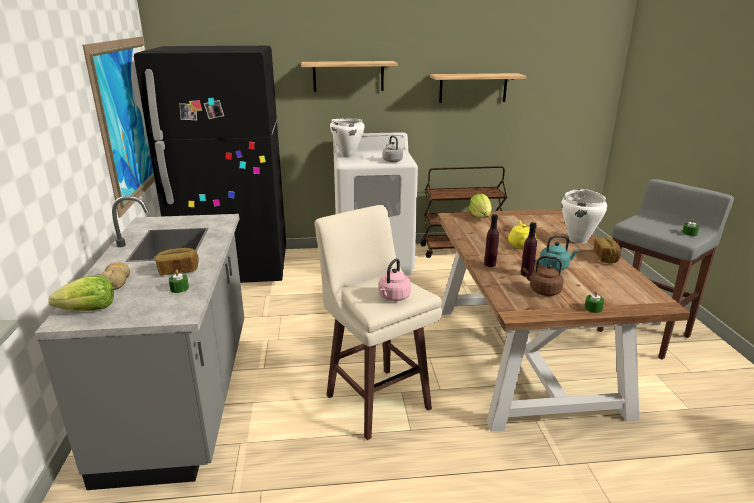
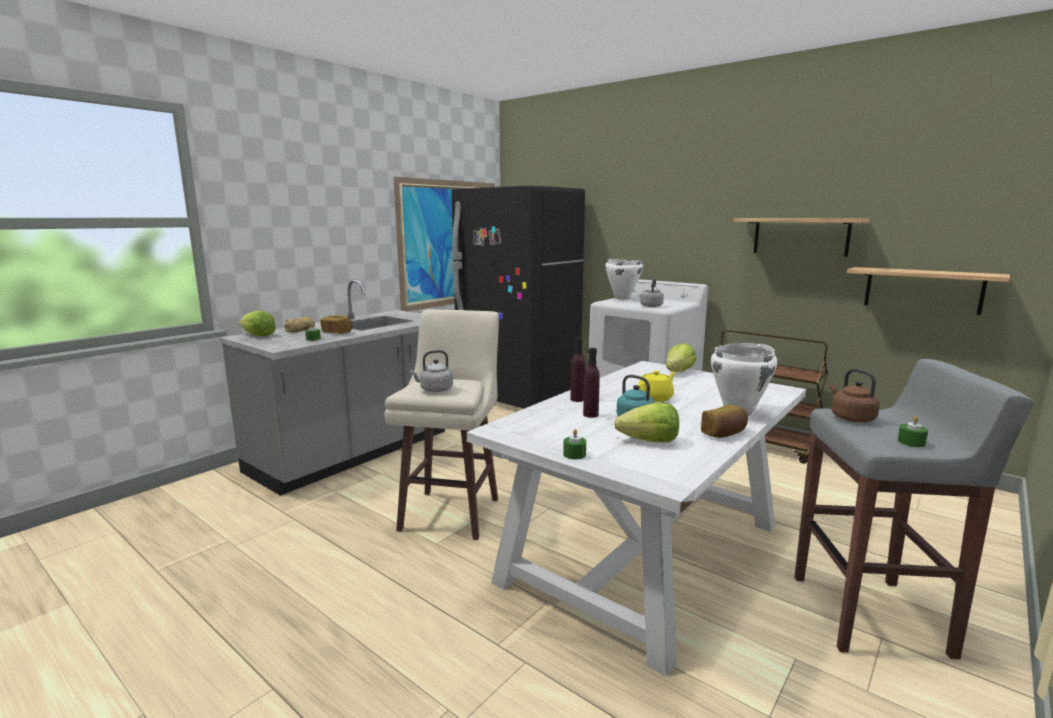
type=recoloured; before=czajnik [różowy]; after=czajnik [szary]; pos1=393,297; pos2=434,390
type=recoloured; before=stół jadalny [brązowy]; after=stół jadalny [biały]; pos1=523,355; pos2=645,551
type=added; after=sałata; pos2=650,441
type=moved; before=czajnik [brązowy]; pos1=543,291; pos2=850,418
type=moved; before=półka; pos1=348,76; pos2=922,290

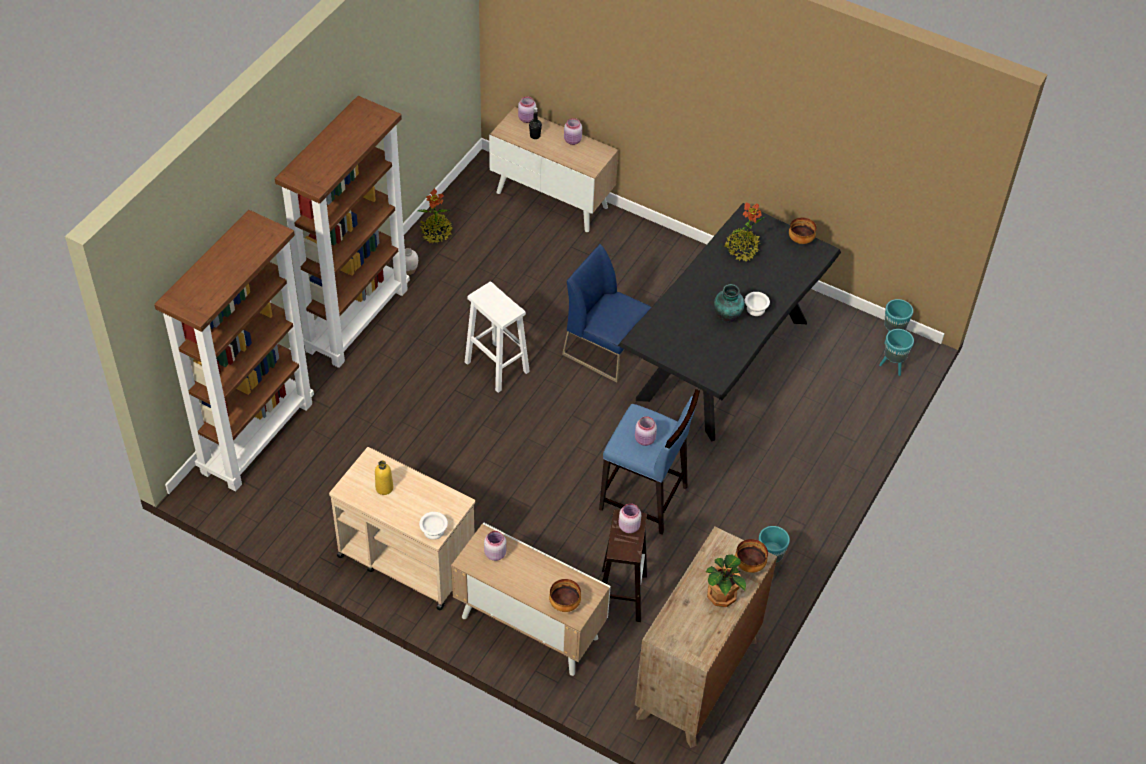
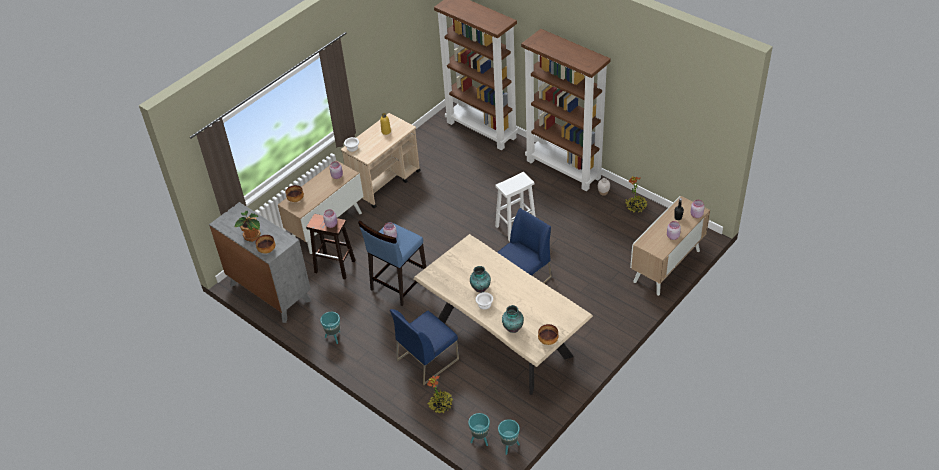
type=recoloured; before=komoda [brązowy]; after=komoda [szary]; pos1=697,678; pos2=270,292
type=added; after=krzesło [niebieski]; pos2=427,359
type=recoloured; before=stół jadalny [czarny]; after=stół jadalny [beżowy]; pos1=722,360; pos2=503,339
type=moved; before=roślina doniczkowa; pos1=741,250; pos2=440,404
type=added; after=wazon; pos2=512,328

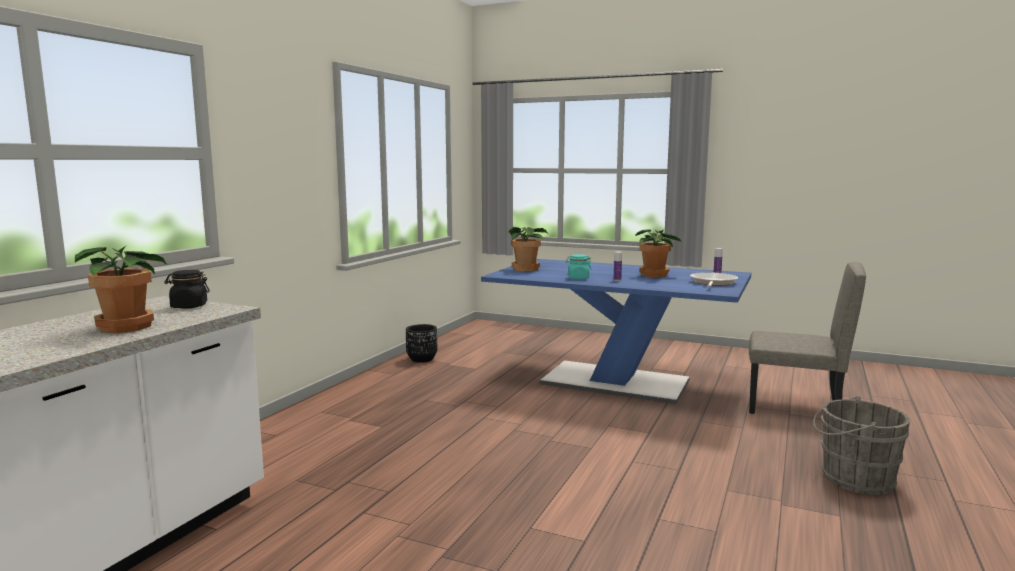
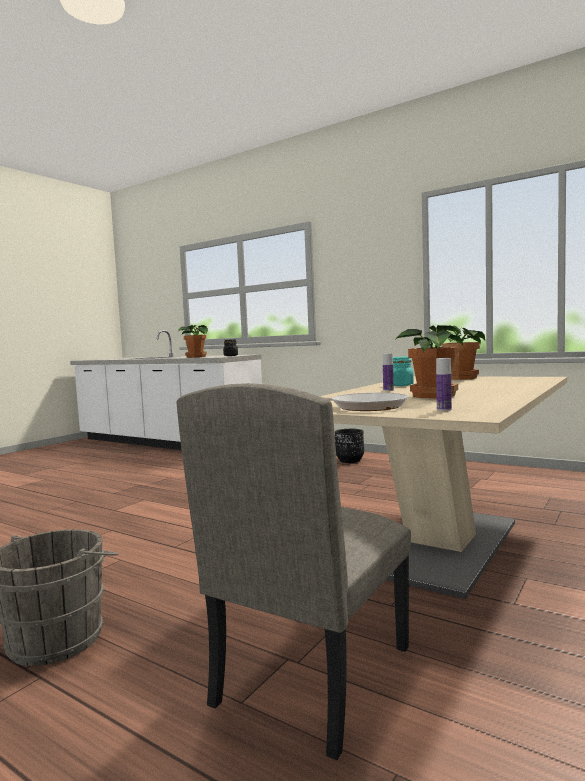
type=recoloured; before=stół jadalny [niebieski]; after=stół jadalny [beżowy]; pos1=615,382; pos2=440,545
type=moved; before=donica [czarny]; pos1=422,359; pos2=350,460

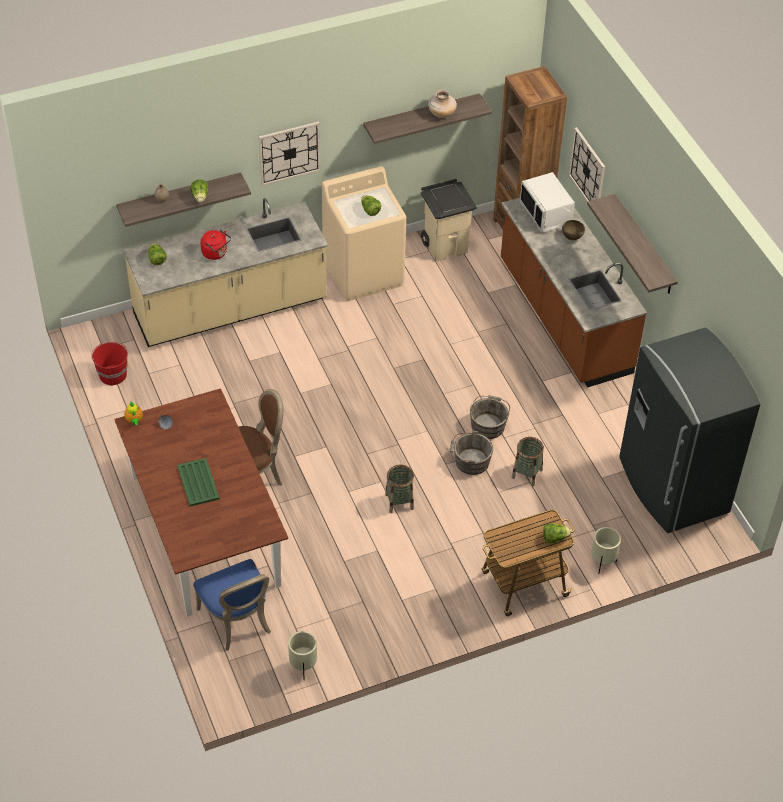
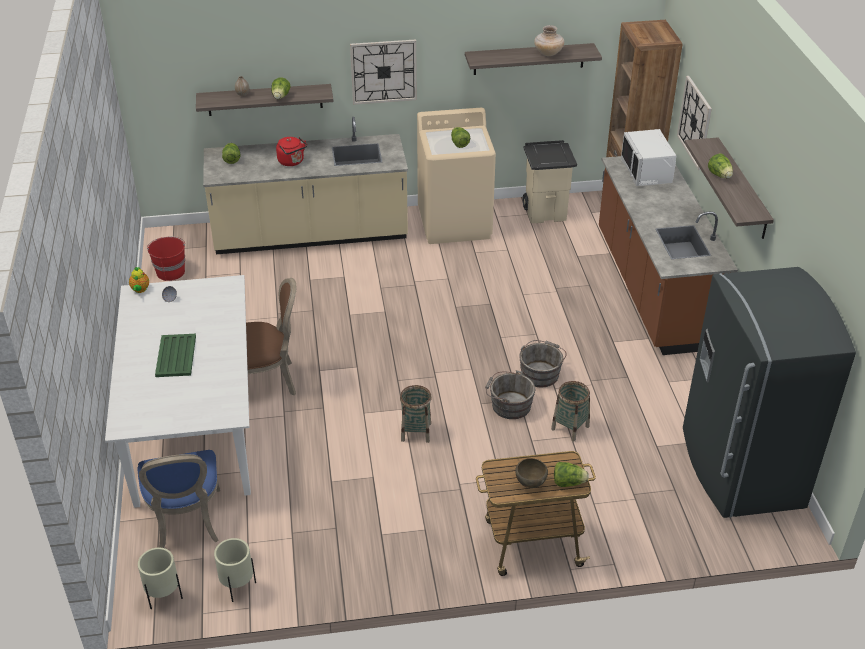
type=recoloured; before=stół jadalny [brązowy]; after=stół jadalny [biały]; pos1=204,530; pos2=193,424
type=moved; before=donica [beżowy]; pos1=602,563; pos2=164,597
type=moved; before=miska [brązowy]; pos1=572,238; pos2=530,484
type=added; after=sałata; pos2=720,175

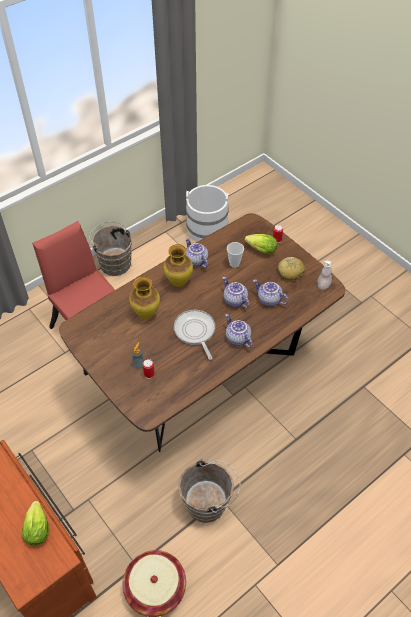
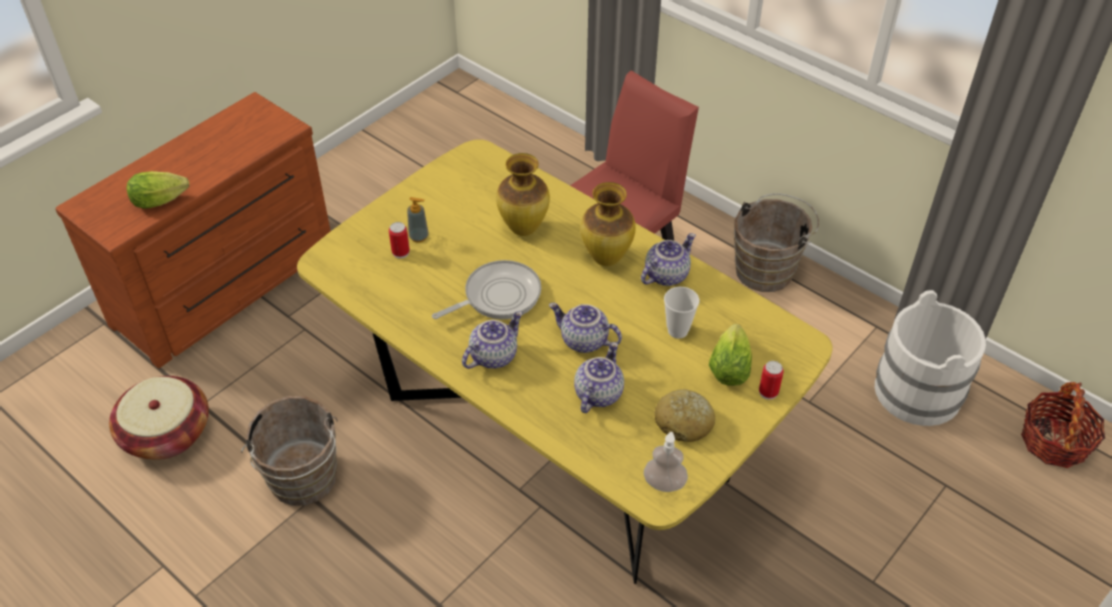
type=recoloured; before=stół jadalny [brązowy]; after=stół jadalny [żółty]; pos1=205,375; pos2=554,440
type=turned; before=imbryk; pos1=234,300; pos2=583,341; turn=-105
type=added; after=koszyk; pos2=1054,441

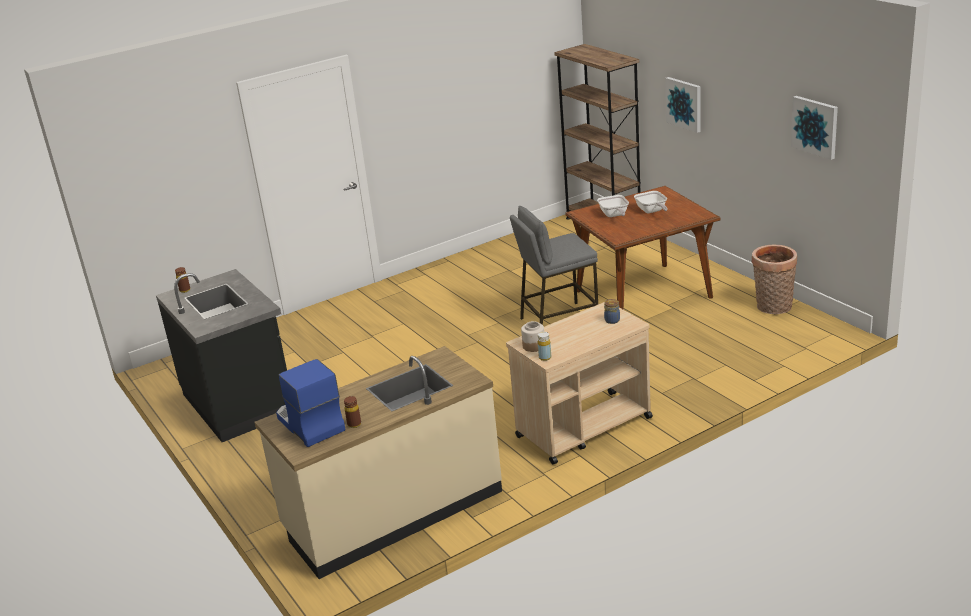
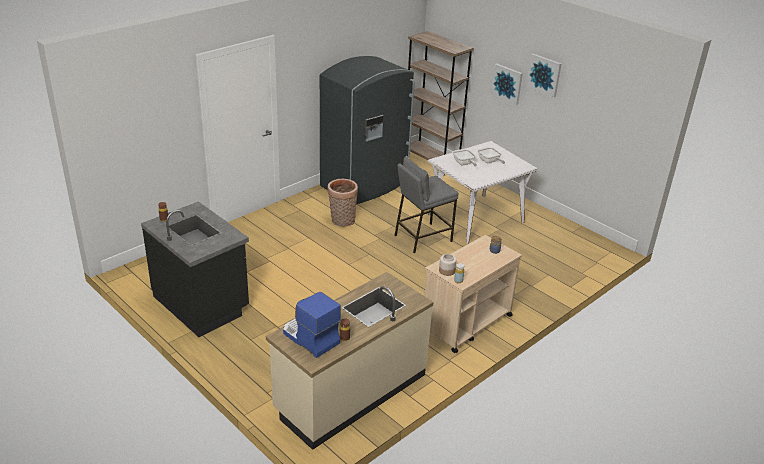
type=added; after=lodówka [szary]; pos2=364,185
type=moved; before=koszyk; pos1=772,308; pos2=342,221
type=recoloured; before=stół jadalny [brązowy]; after=stół jadalny [biały]; pos1=643,294; pos2=475,218
type=moved; before=obraz; pos1=815,126; pos2=544,74

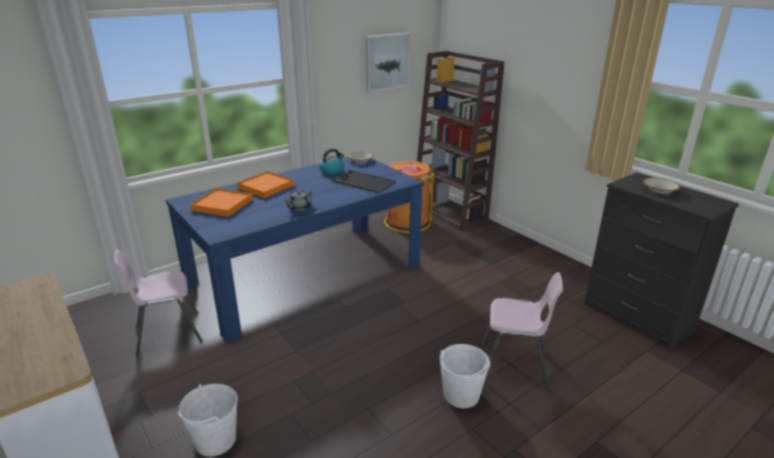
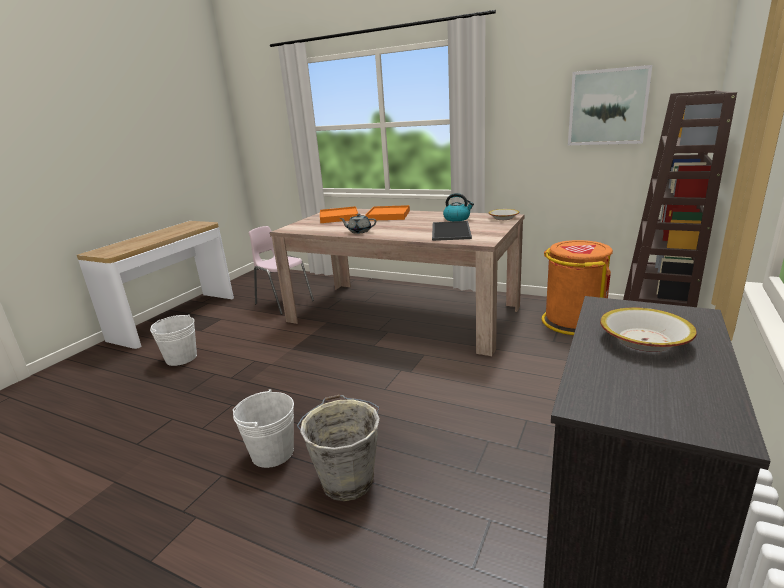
type=recoloured; before=stół jadalny [niebieski]; after=stół jadalny [beżowy]; pos1=306,275; pos2=402,314
type=replaced; before=krzesło [różowy]; after=wiadro [szary]; pos1=513,365; pos2=347,479

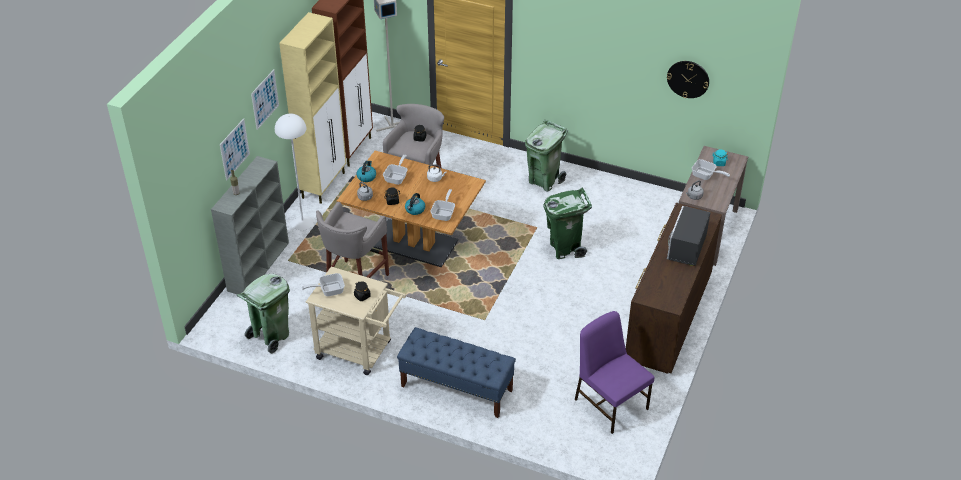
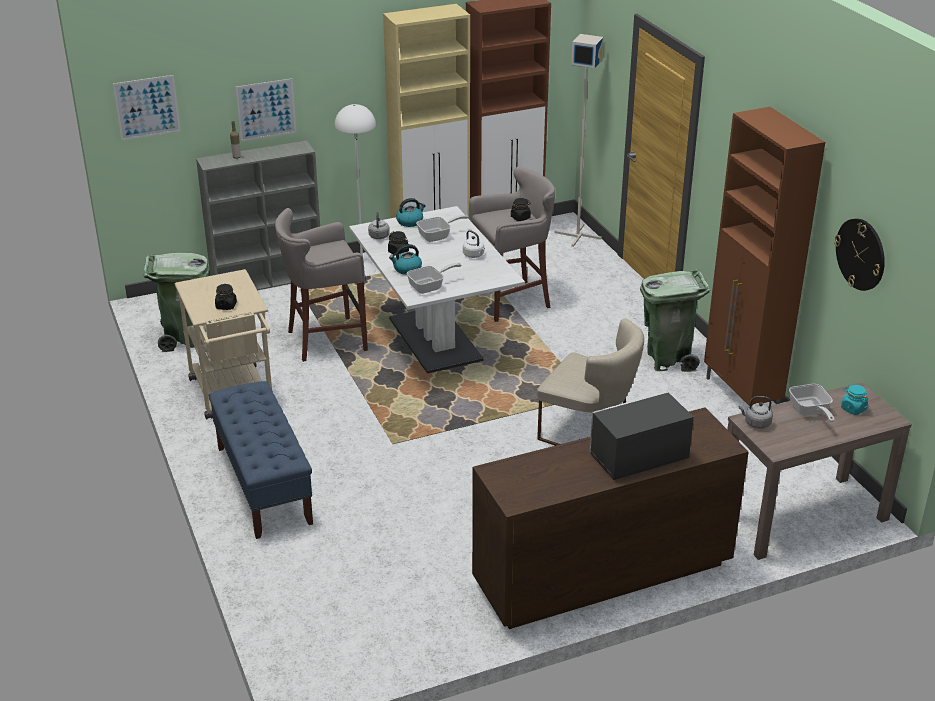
type=moved; before=obraz; pos1=265,99; pos2=147,107
type=recoloured; before=stół jadalny [brązowy]; after=stół jadalny [biały]; pos1=414,244; pos2=435,339
type=replaced; before=kosz na śmieci [zielony]; after=krzesło [beżowy]; pos1=565,248; pos2=589,432
type=added; after=szafka [brązowy]; pos2=741,396
type=removed; before=patelnia; pos1=328,290
type=removed; before=krzesło [fioletowy]; pos1=610,403

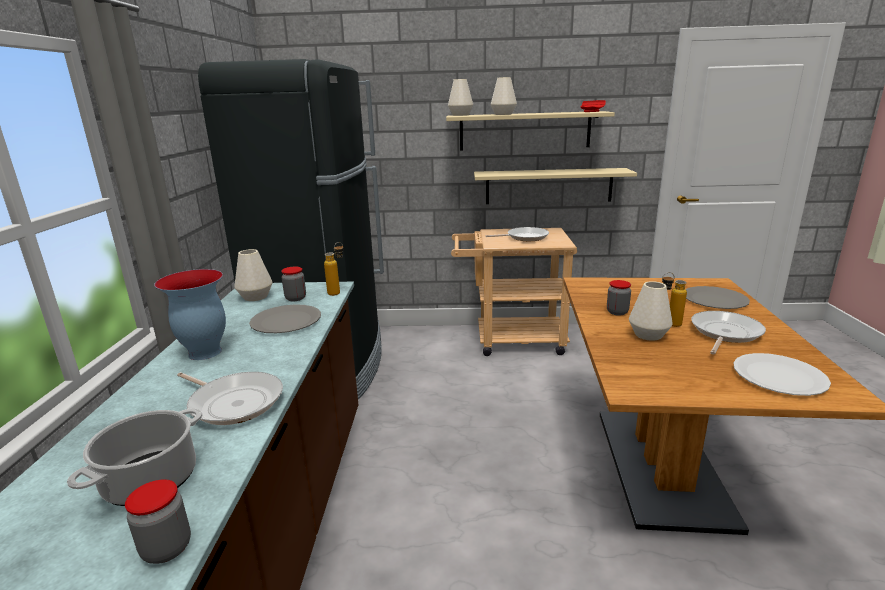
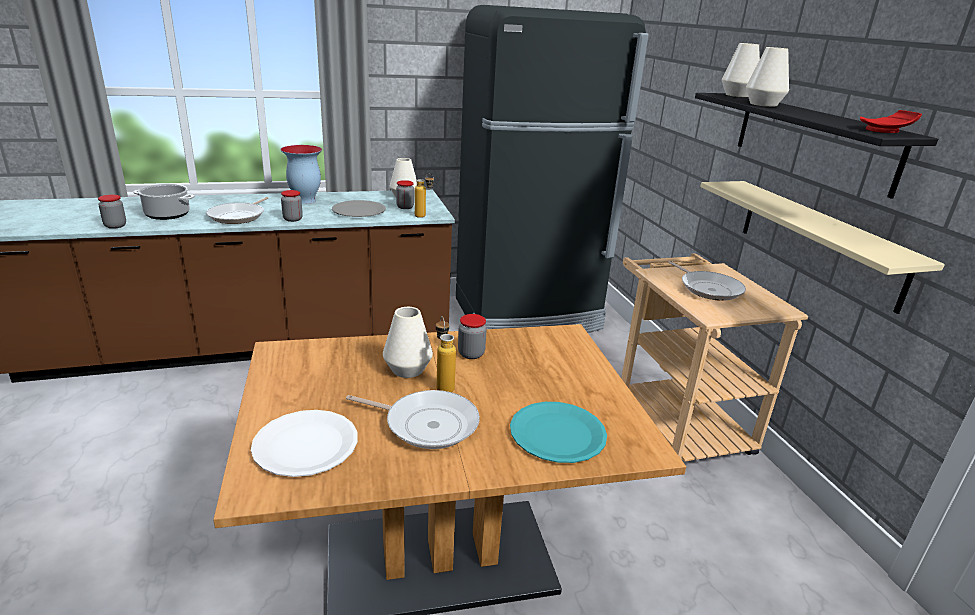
type=added; after=słoik; pos2=293,219
type=recoloured; before=talerz [szary]; after=talerz [turkusowy]; pos1=714,299; pos2=557,434
type=recoloured; before=półka [beżowy]; after=półka [czarny]; pos1=524,131; pos2=812,140

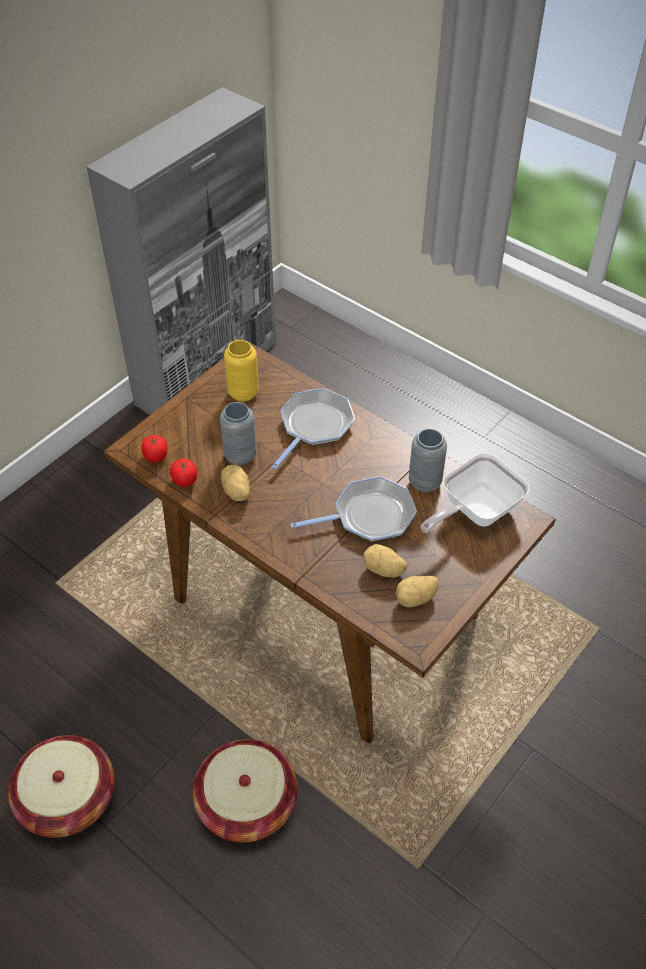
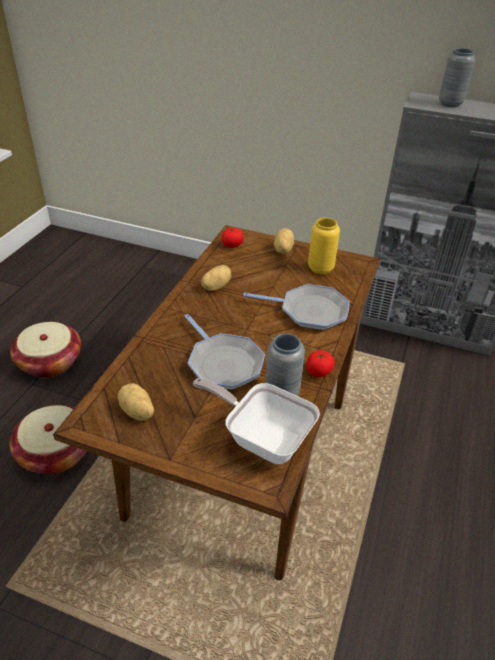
type=moved; before=ziemniak; pos1=383,570; pos2=282,250
type=moved; before=pomidor; pos1=185,480; pos2=318,372
type=moved; before=wazon [szary]; pos1=240,456; pos2=450,104

